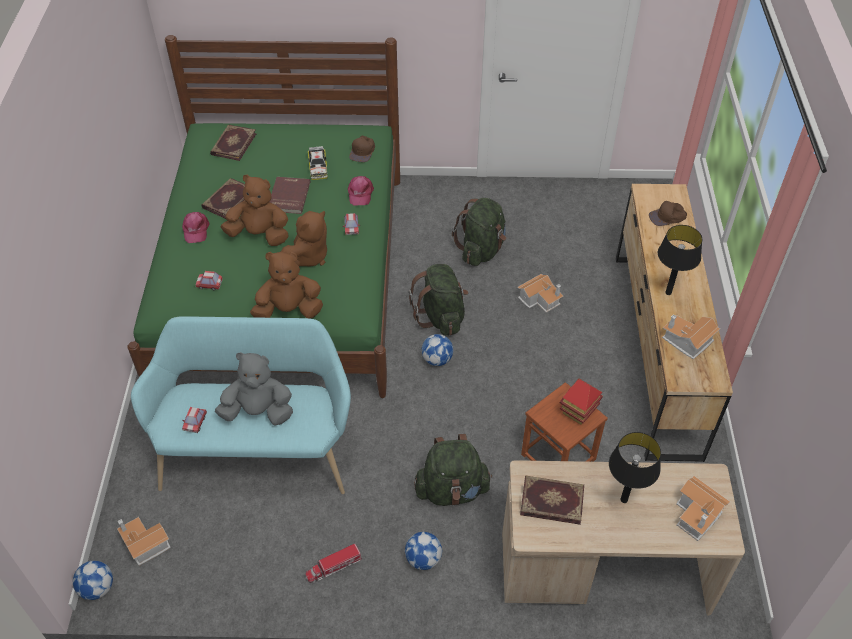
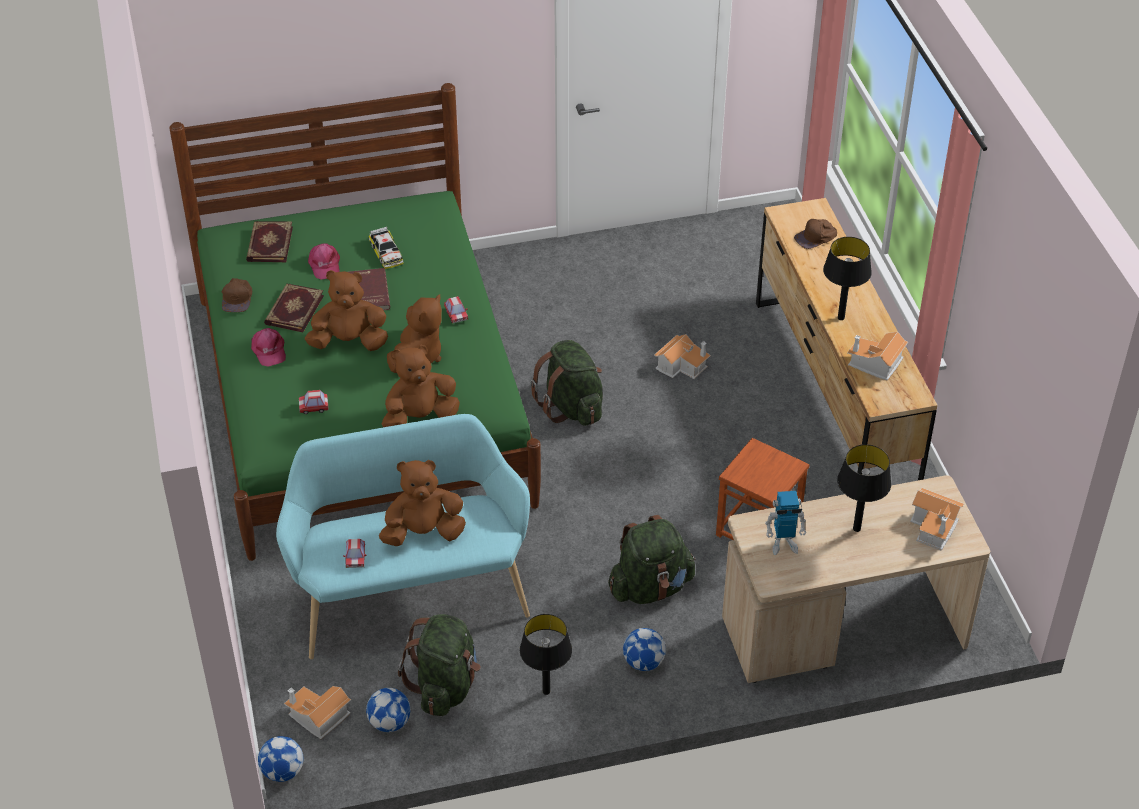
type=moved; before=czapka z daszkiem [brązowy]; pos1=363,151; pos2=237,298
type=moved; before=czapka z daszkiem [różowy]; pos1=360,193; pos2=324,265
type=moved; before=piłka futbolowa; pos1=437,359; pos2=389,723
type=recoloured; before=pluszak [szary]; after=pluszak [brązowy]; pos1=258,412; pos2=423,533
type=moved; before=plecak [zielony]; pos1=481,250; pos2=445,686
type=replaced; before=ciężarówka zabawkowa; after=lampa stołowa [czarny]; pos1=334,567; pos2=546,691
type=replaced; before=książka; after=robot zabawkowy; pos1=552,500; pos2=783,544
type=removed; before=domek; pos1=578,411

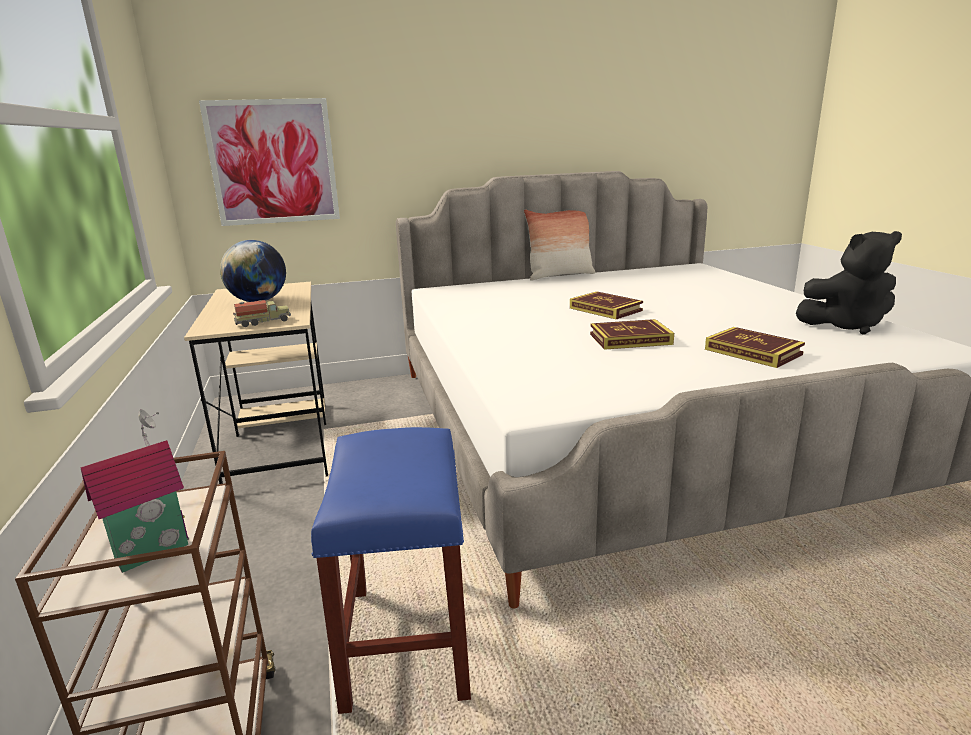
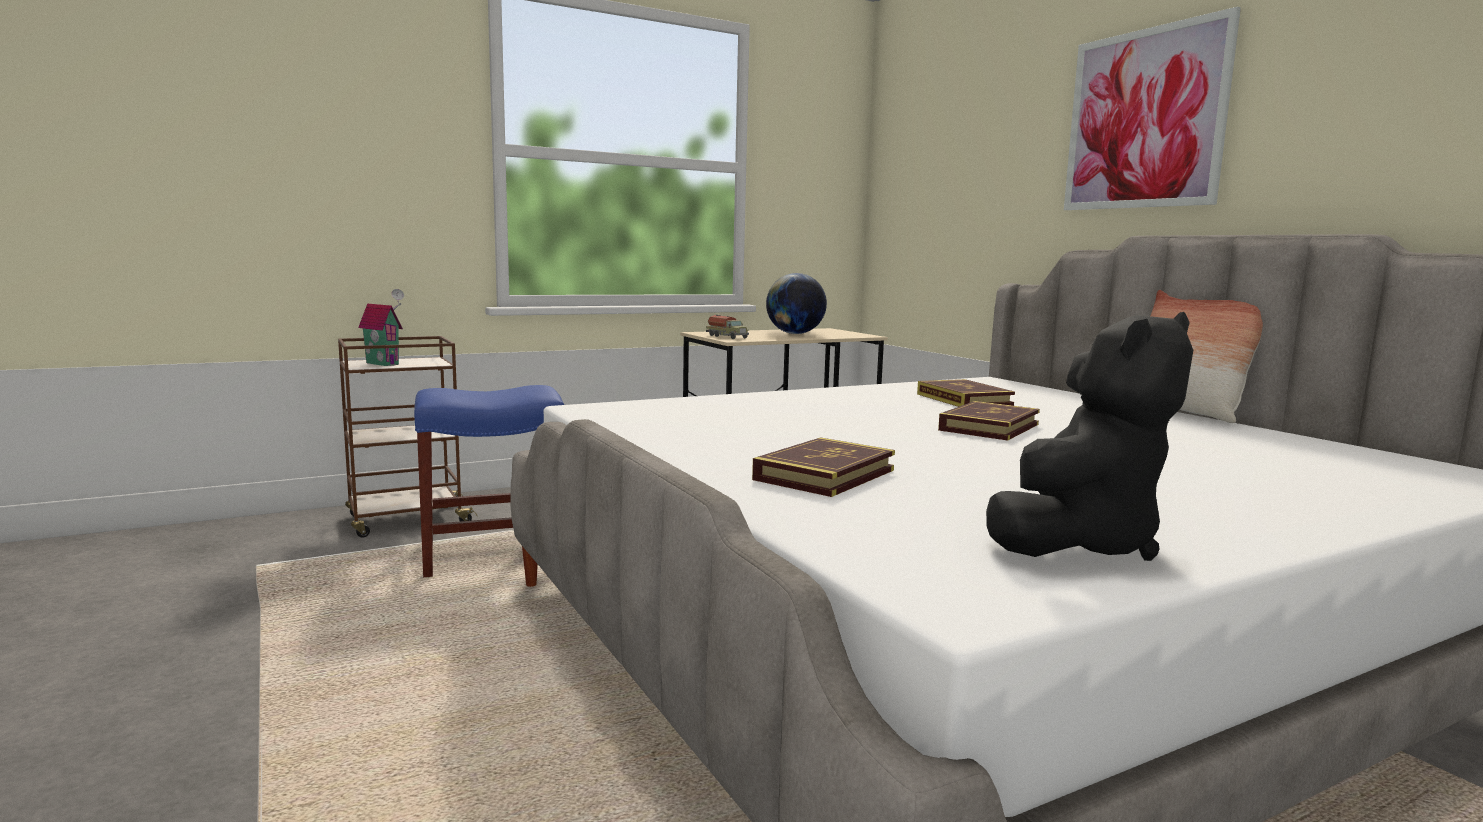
type=moved; before=książka; pos1=630,339; pos2=963,399
type=turned; before=pluszak [czarny]; pos1=846,326; pos2=1078,542; turn=-120
type=moved; before=obraz; pos1=273,162; pos2=1144,119

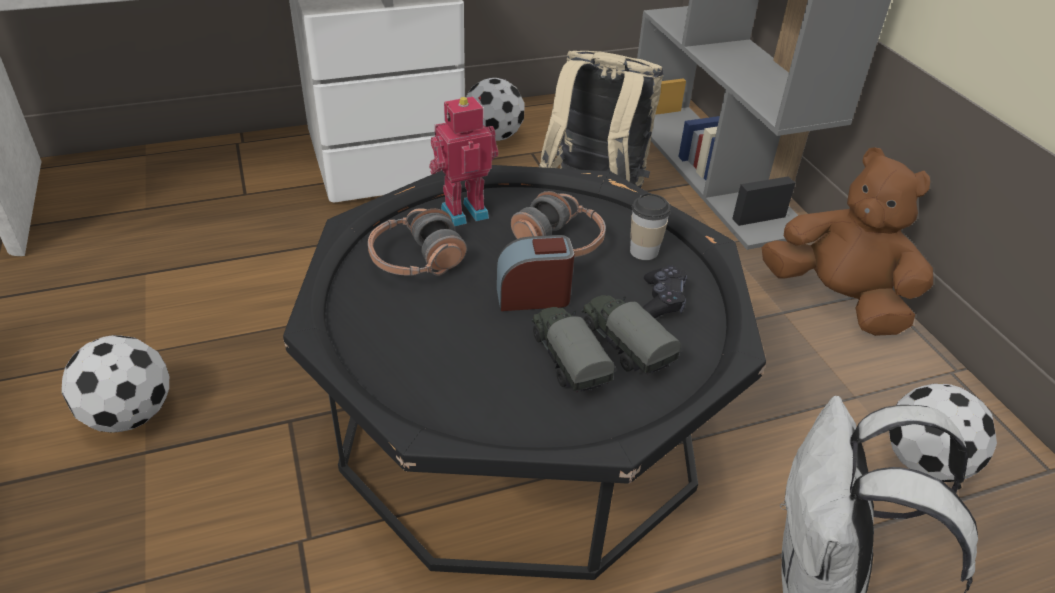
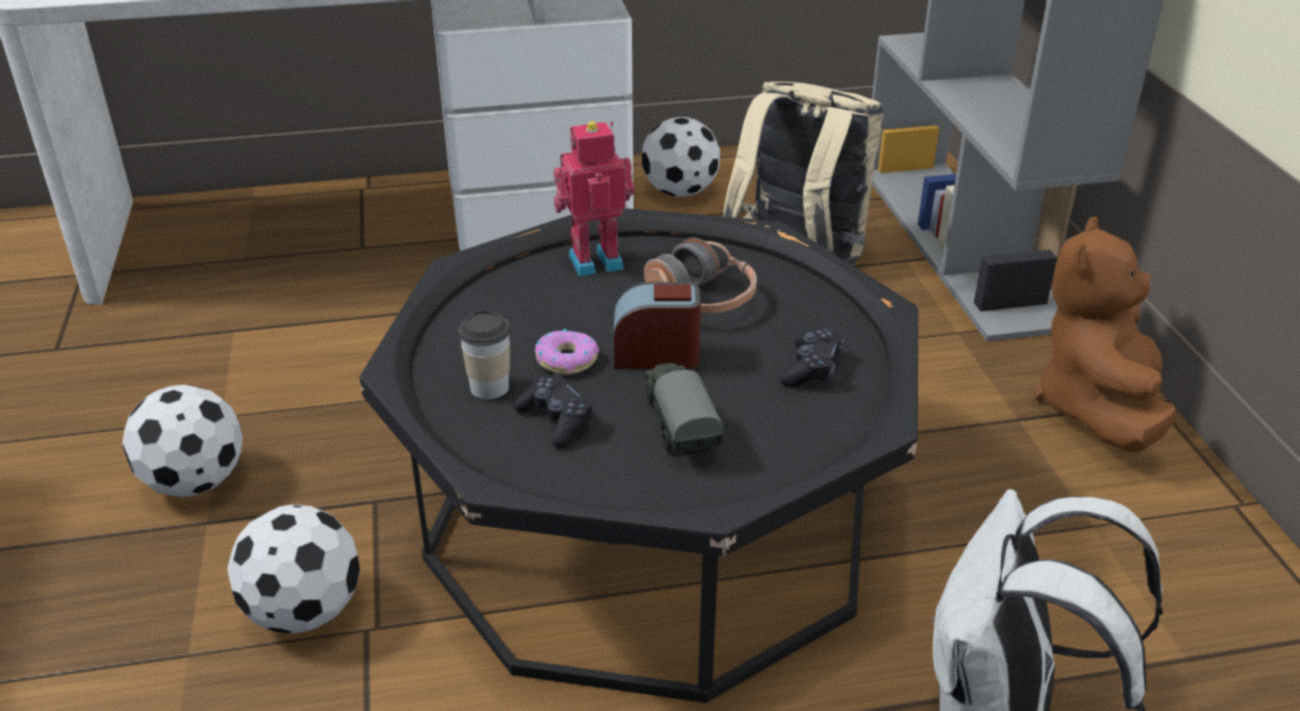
type=moved; before=piłka futbolowa; pos1=925,463; pos2=305,612
type=moved; before=filiżanka; pos1=644,251; pos2=489,388
type=added; after=pad do gier [czarny]; pos2=556,420
type=added; after=donut; pos2=566,360
type=turned; before=pluszak [brązowy]; pos1=837,300; pos2=1097,409; turn=-120
type=removed; before=słuchawki; pos1=416,260
type=removed; before=ciężarówka zabawkowa; pos1=624,346

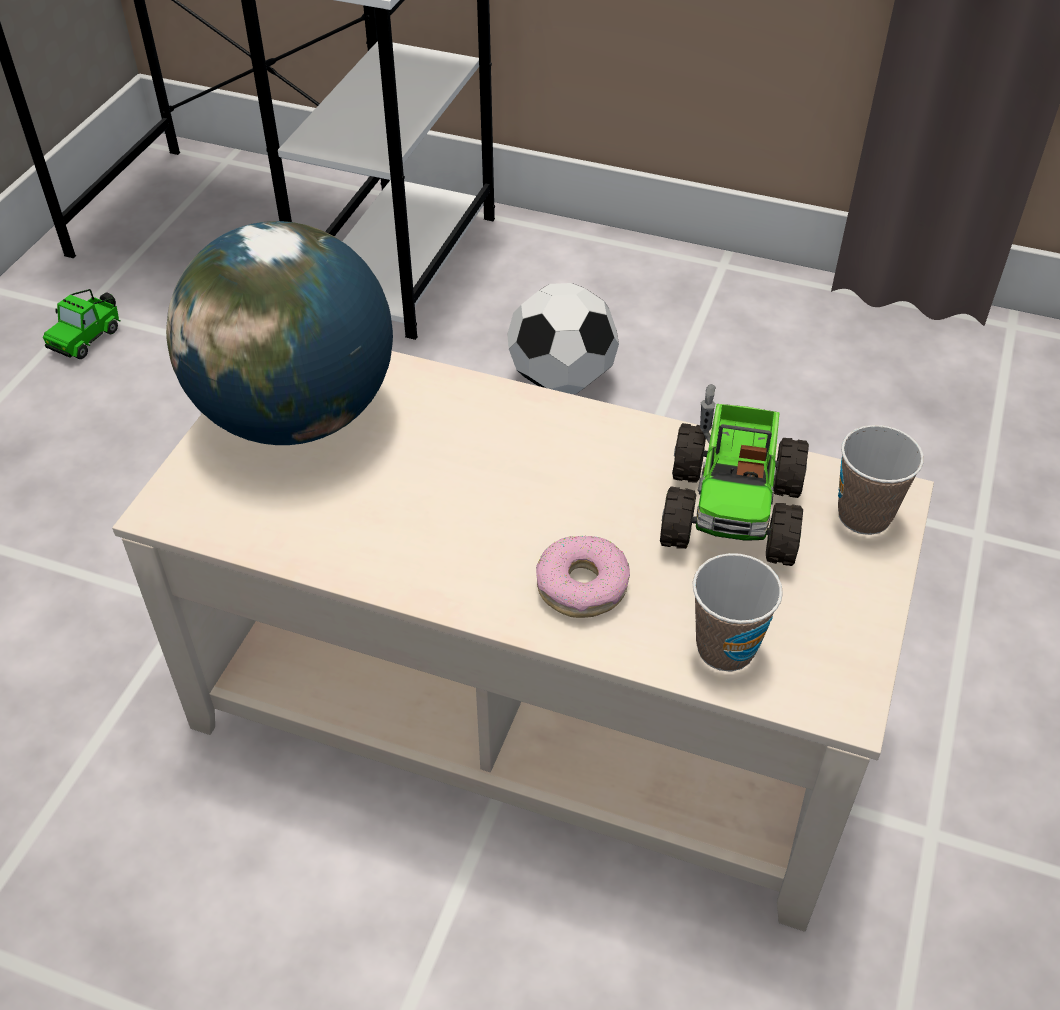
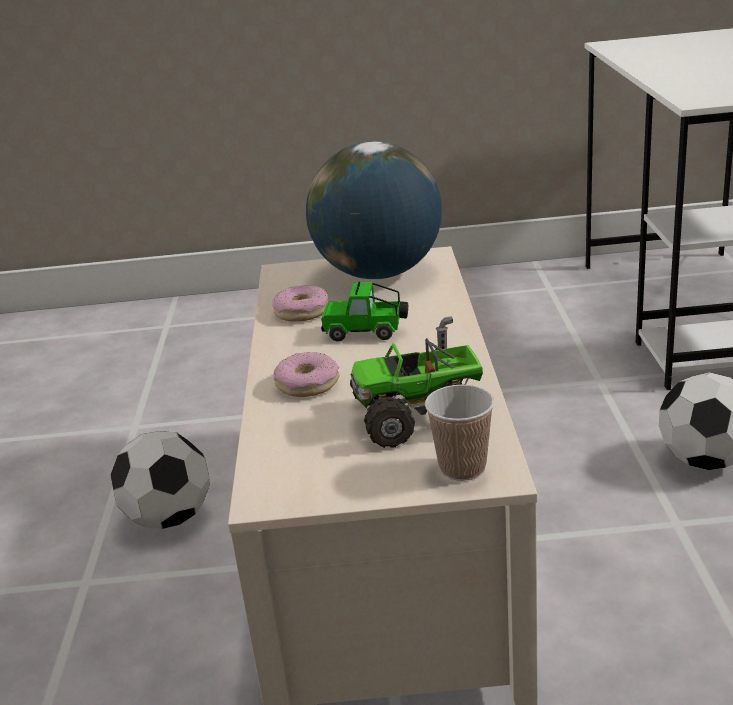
type=added; after=piłka futbolowa; pos2=169,518
type=added; after=donut; pos2=302,312
type=moved; before=samochodzik; pos1=88,337; pos2=367,332
type=removed; before=filiżanka; pos1=725,648

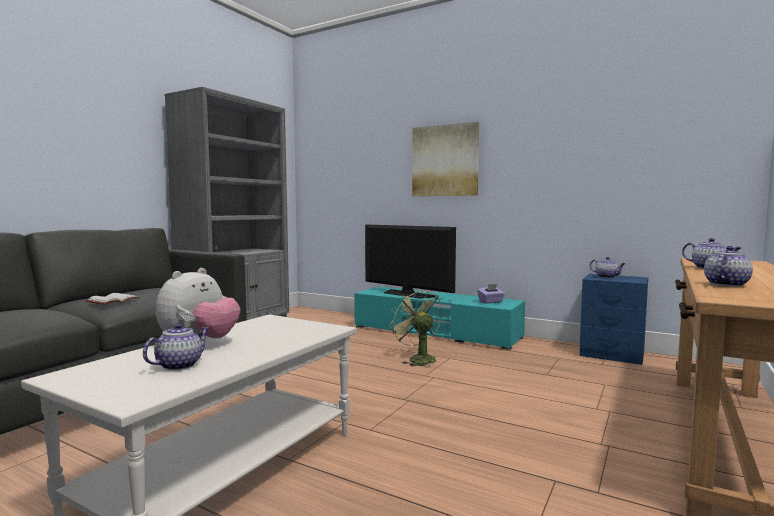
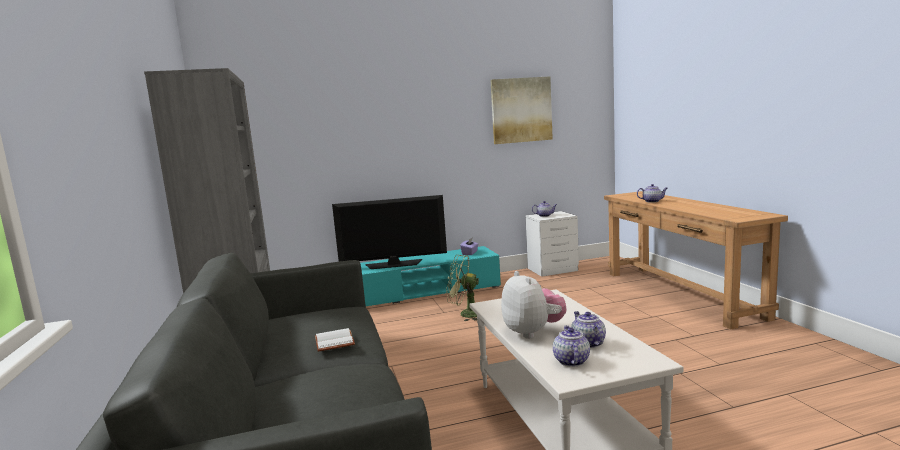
type=moved; before=obraz; pos1=445,160; pos2=521,110
type=recoloured; before=szafka nocna [niebieski]; after=szafka nocna [biały]; pos1=613,354; pos2=554,269
type=moved; before=imbryk; pos1=726,284; pos2=570,361

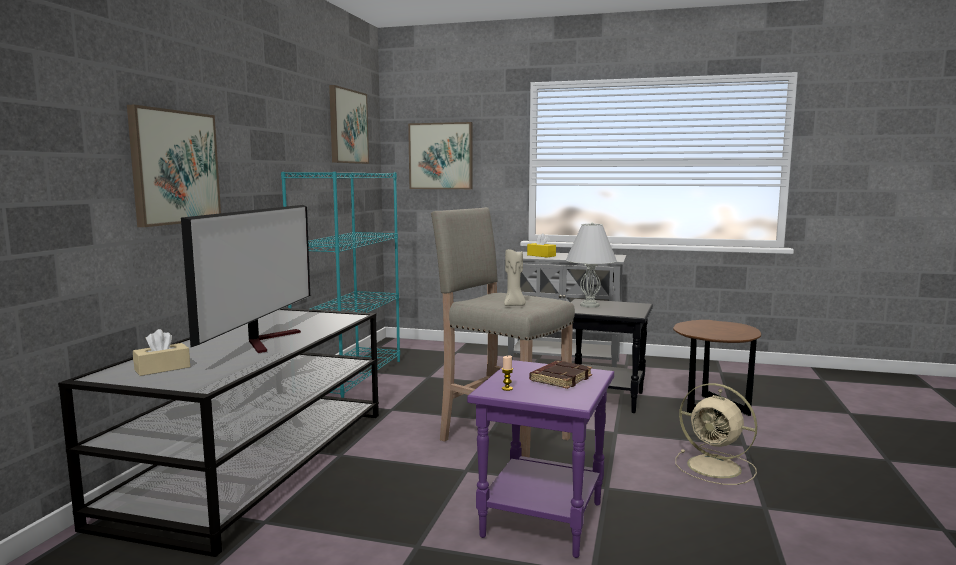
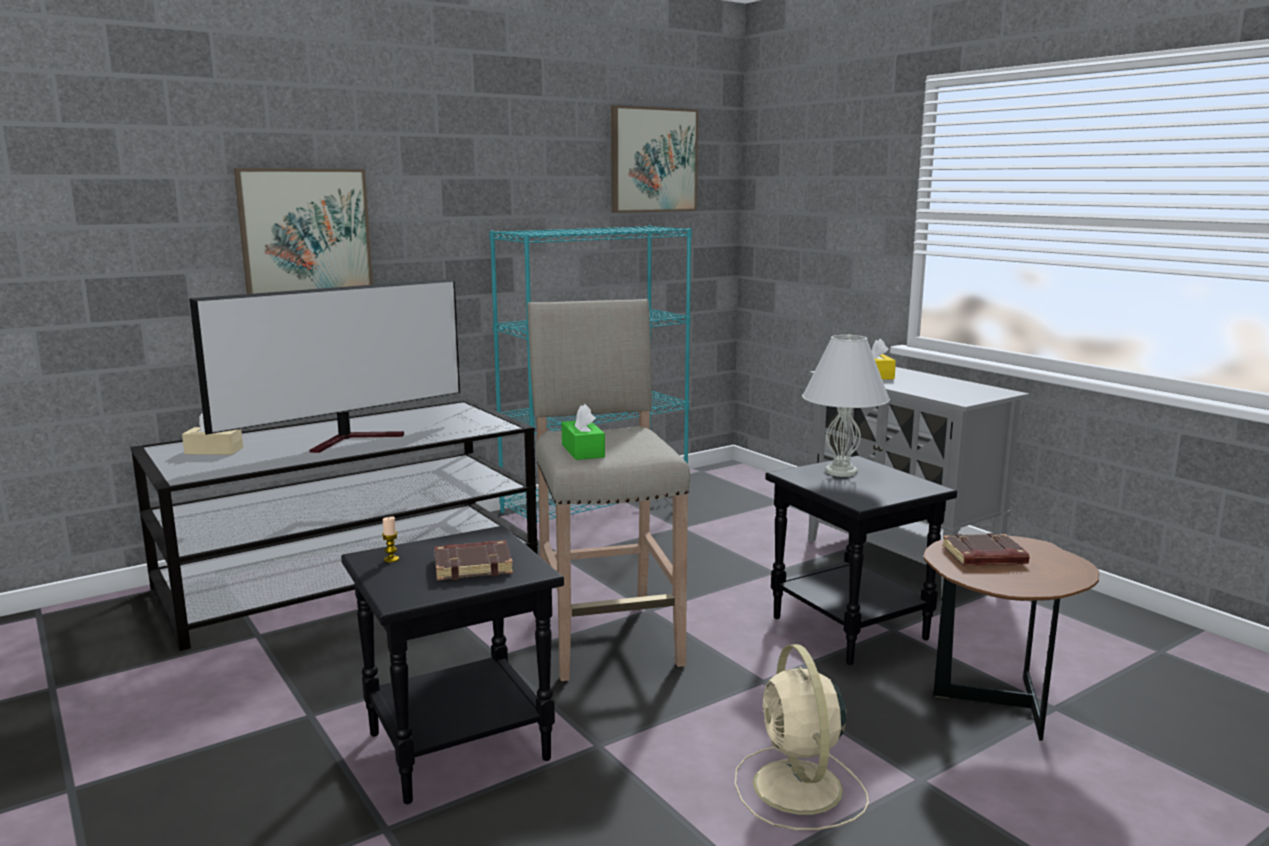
type=recoloured; before=stolik [fioletowy]; after=stolik [czarny]; pos1=540,518; pos2=459,744
type=replaced; before=świeca [beżowy]; after=pudełko chusteczek [zielony]; pos1=514,305; pos2=583,451
type=added; after=książka [brązowy]; pos2=983,557
type=removed; before=obraz; pos1=441,156

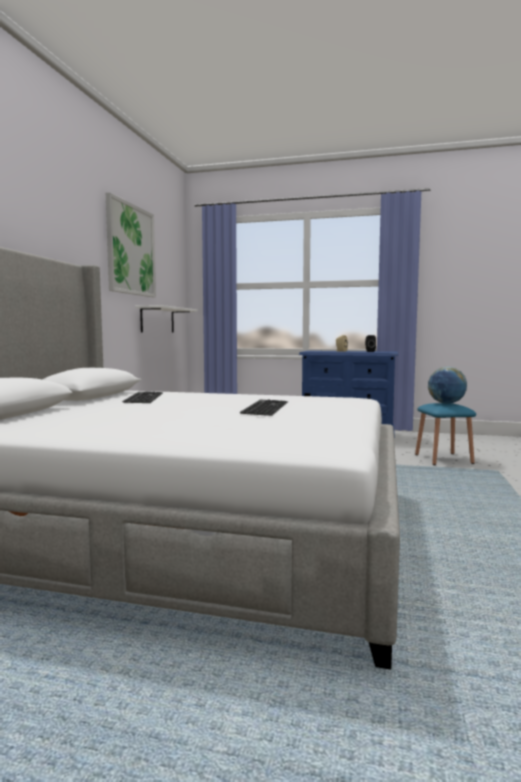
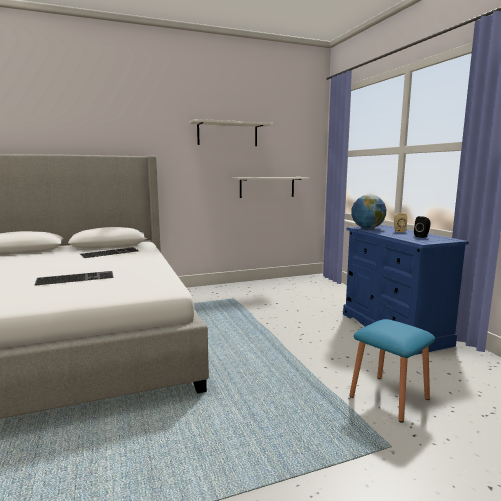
type=replaced; before=obraz; after=półka [biały]; pos1=131,250; pos2=227,134
type=moved; before=globus; pos1=446,403; pos2=367,228

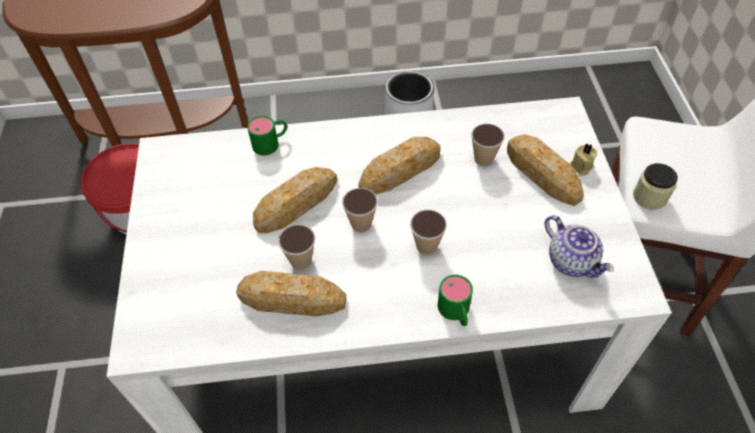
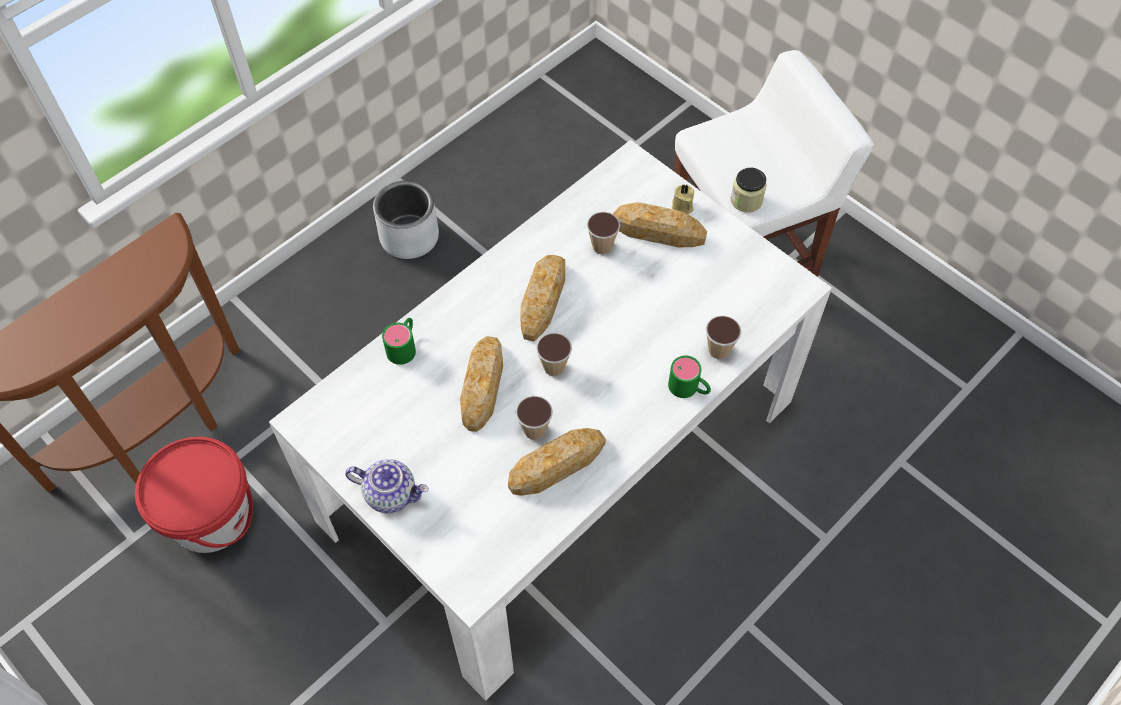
type=moved; before=imbryk; pos1=572,261; pos2=391,493
type=moved; before=filiżanka; pos1=426,246; pos2=718,350

